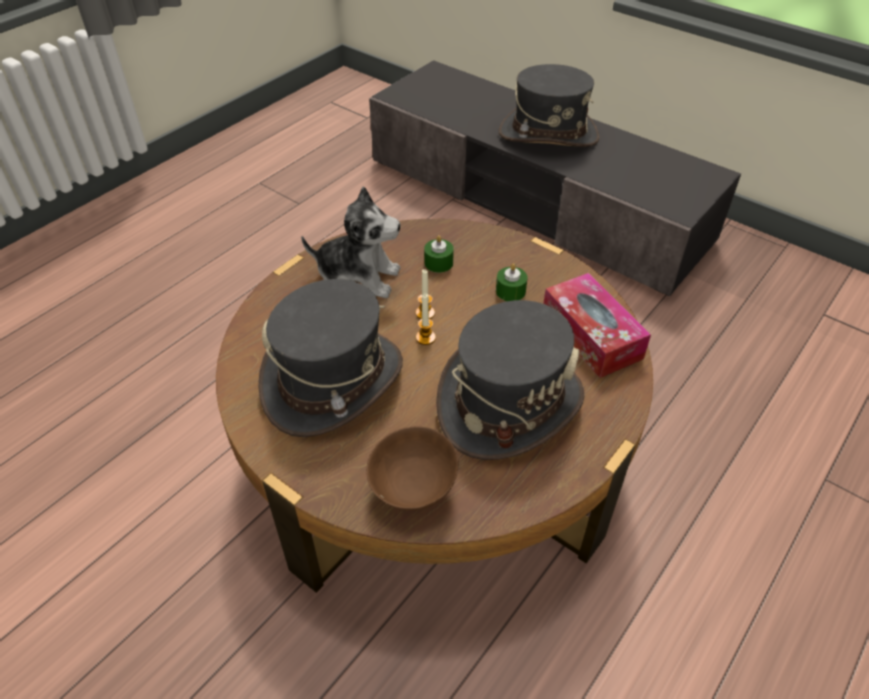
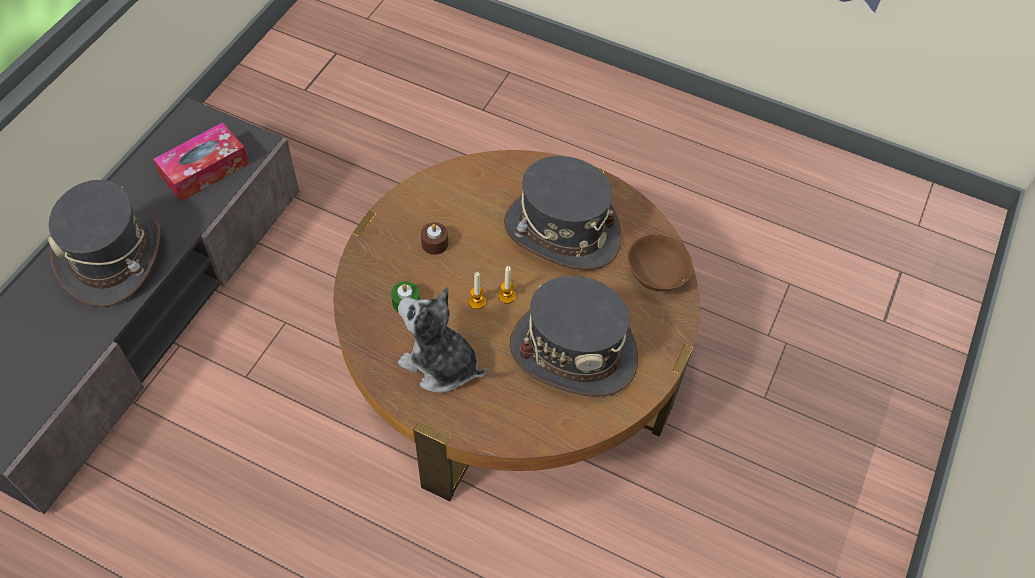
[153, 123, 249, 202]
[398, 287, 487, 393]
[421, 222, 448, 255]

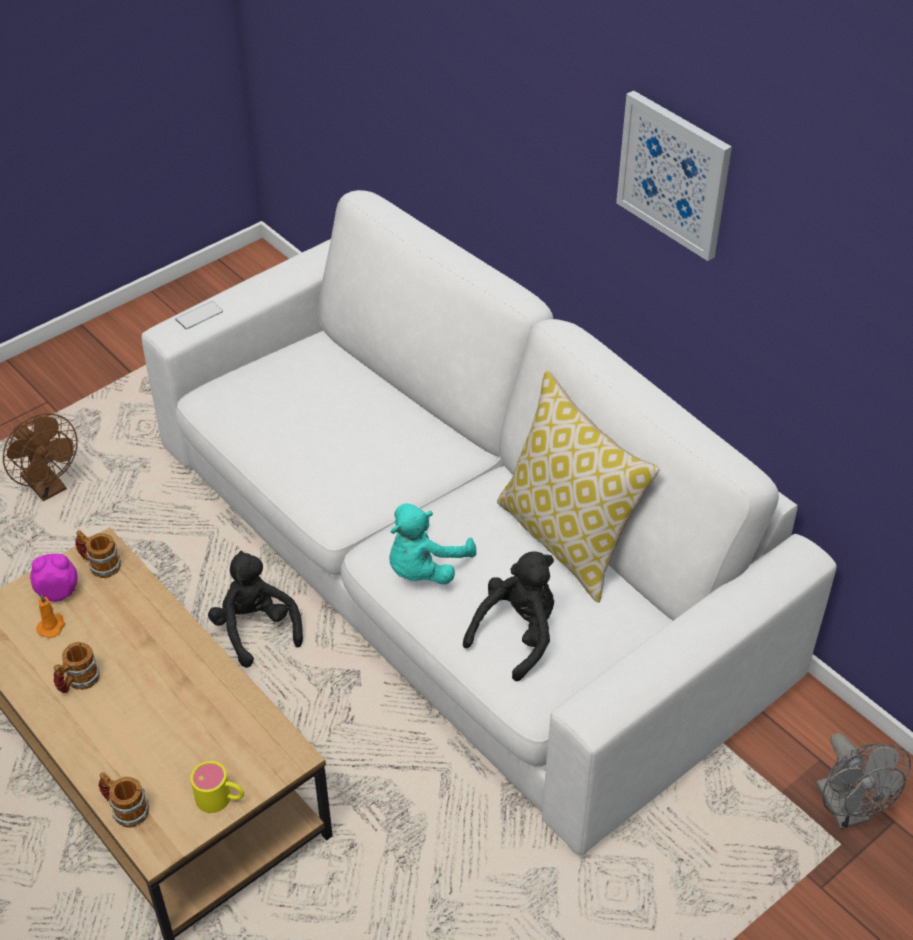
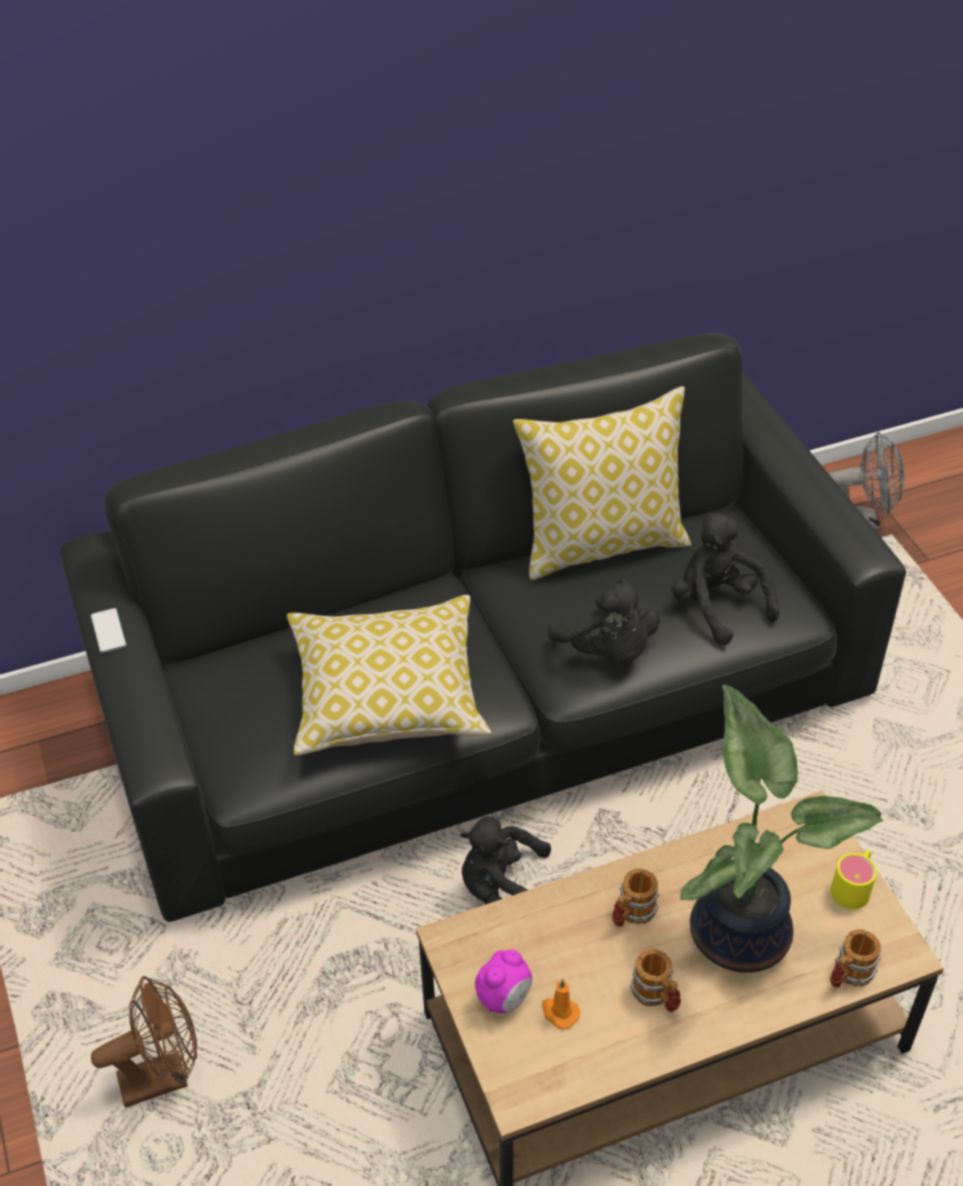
[60, 333, 906, 922]
[91, 608, 126, 653]
[287, 595, 491, 755]
[475, 950, 532, 1013]
[548, 578, 660, 663]
[612, 868, 659, 927]
[680, 685, 883, 973]
[616, 90, 732, 261] (first image)

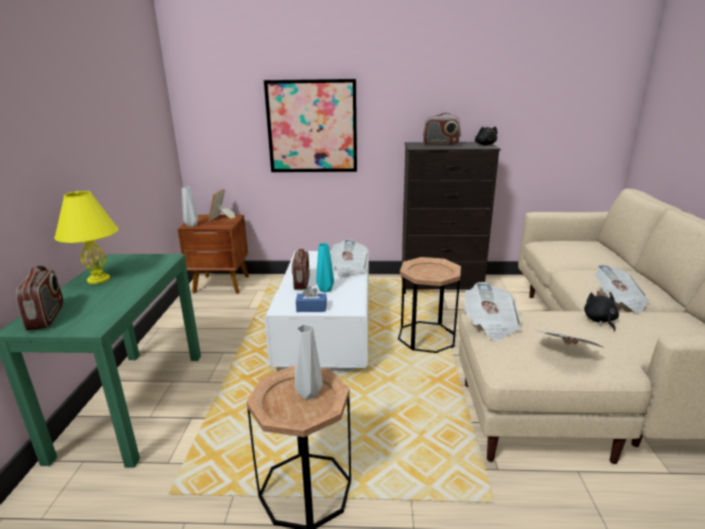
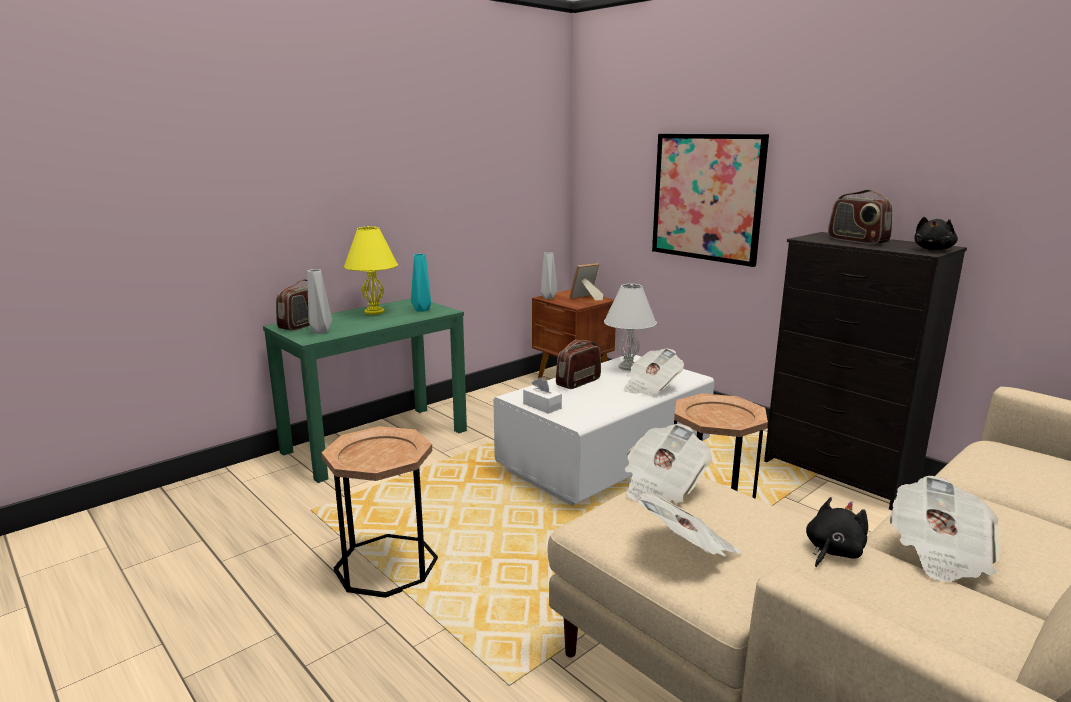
[307, 269, 332, 334]
[411, 254, 431, 312]
[523, 377, 562, 414]
[604, 284, 657, 370]

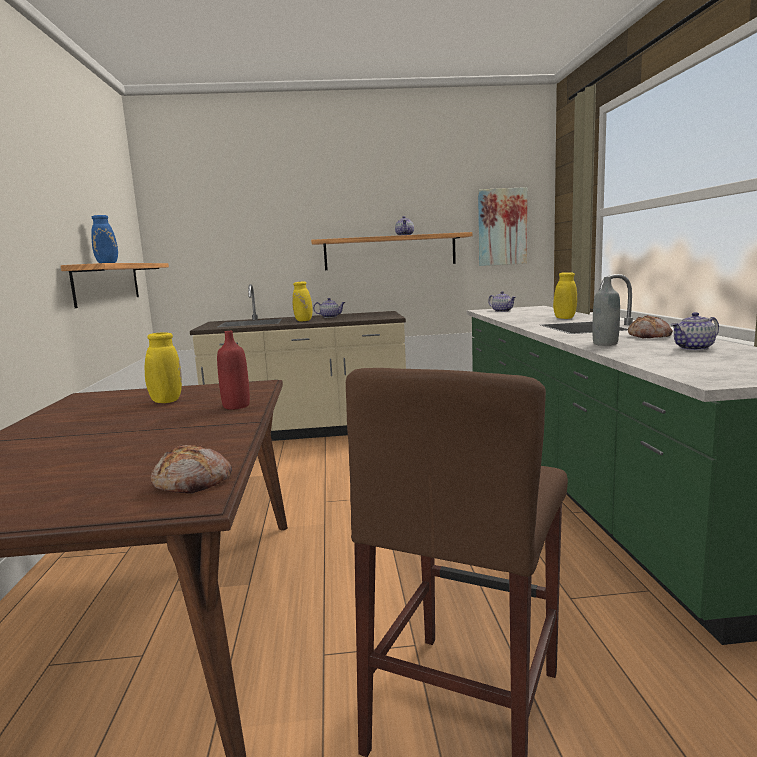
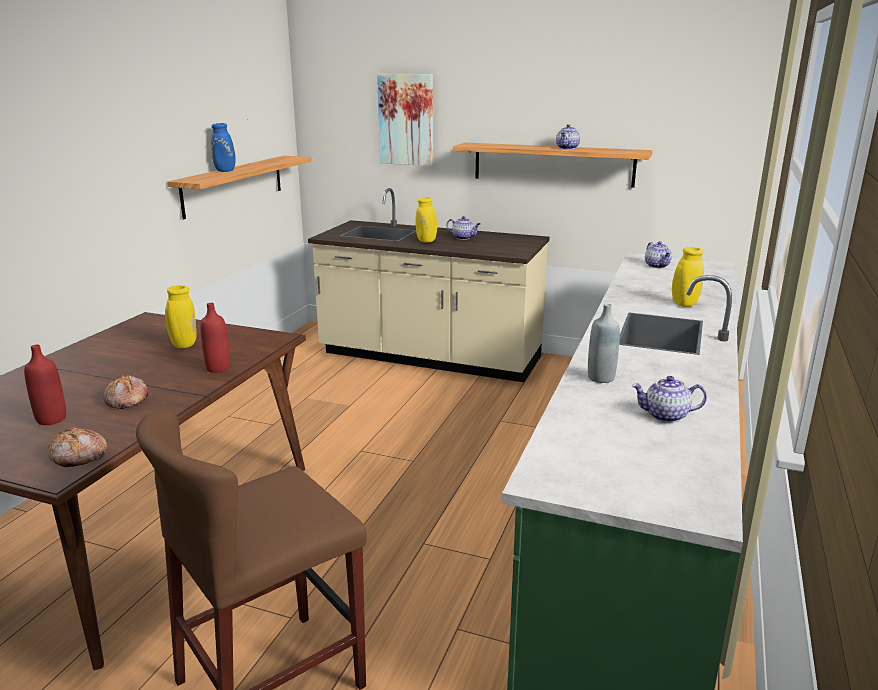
[24, 345, 66, 425]
[103, 374, 148, 409]
[377, 74, 433, 166]

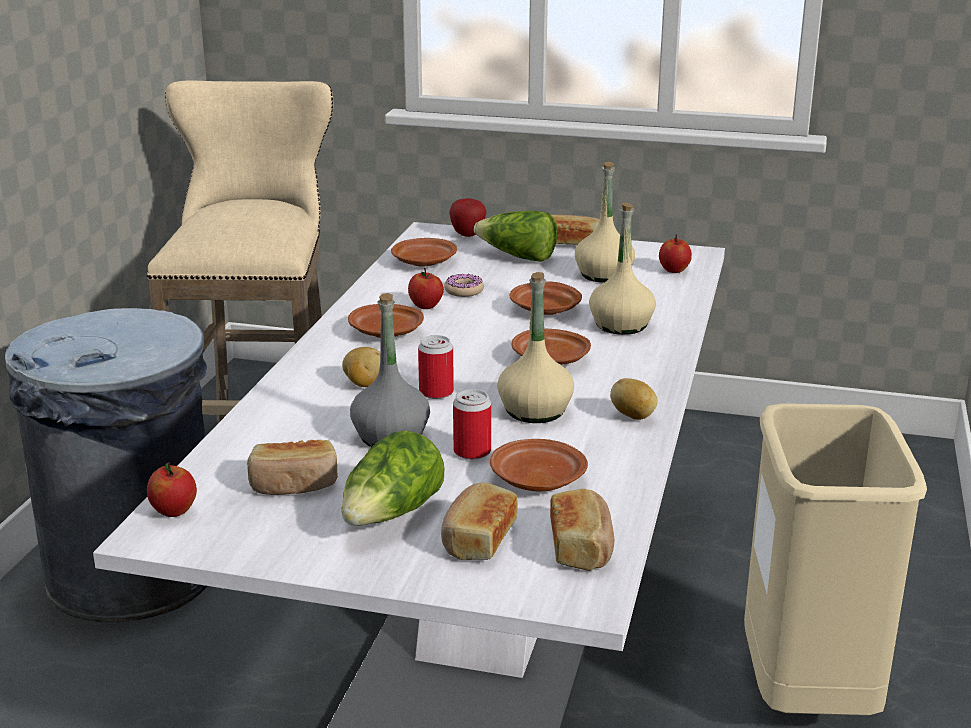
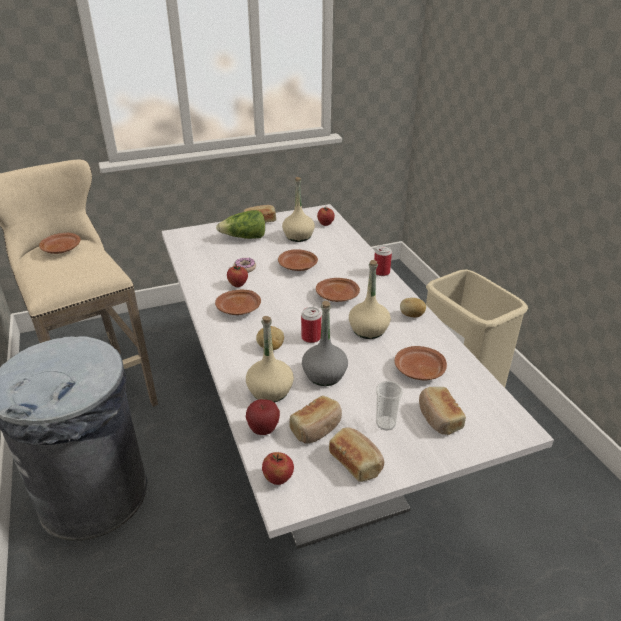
[39, 233, 81, 254]
[246, 316, 294, 403]
[246, 399, 280, 435]
[329, 428, 384, 482]
[374, 245, 392, 276]
[376, 381, 403, 430]

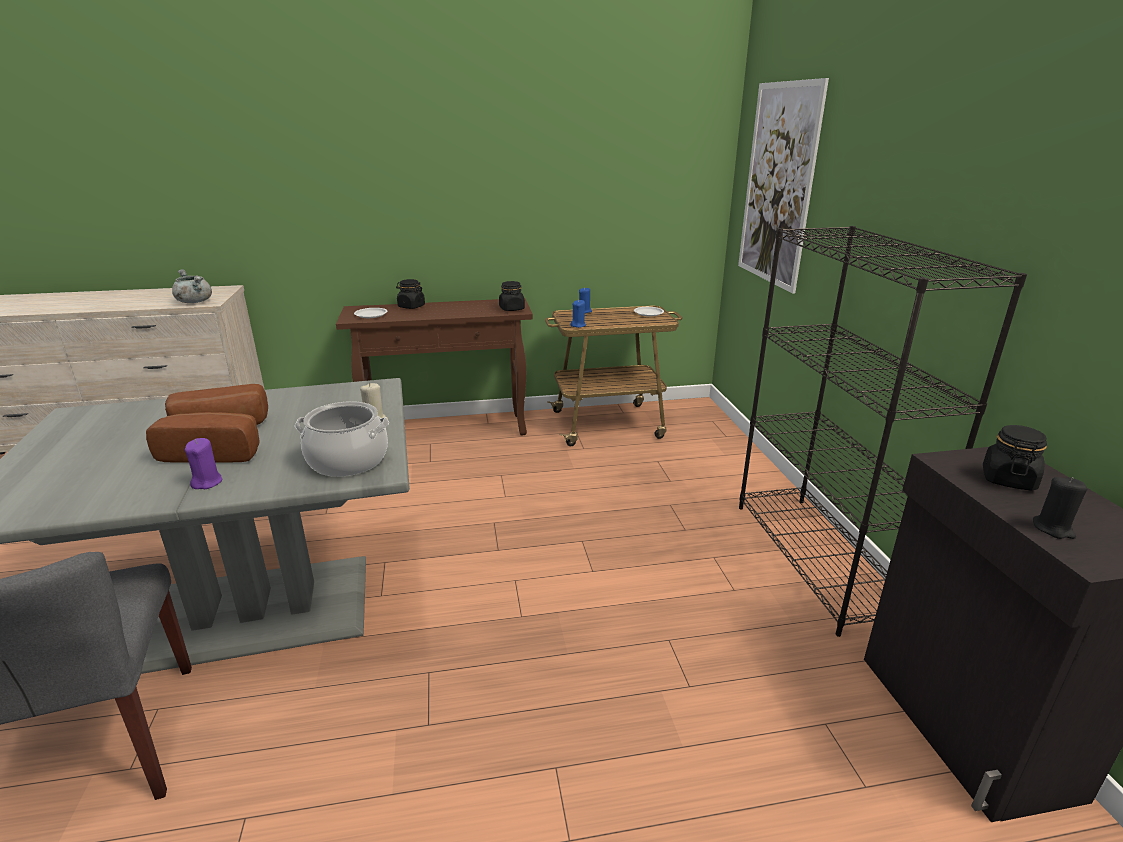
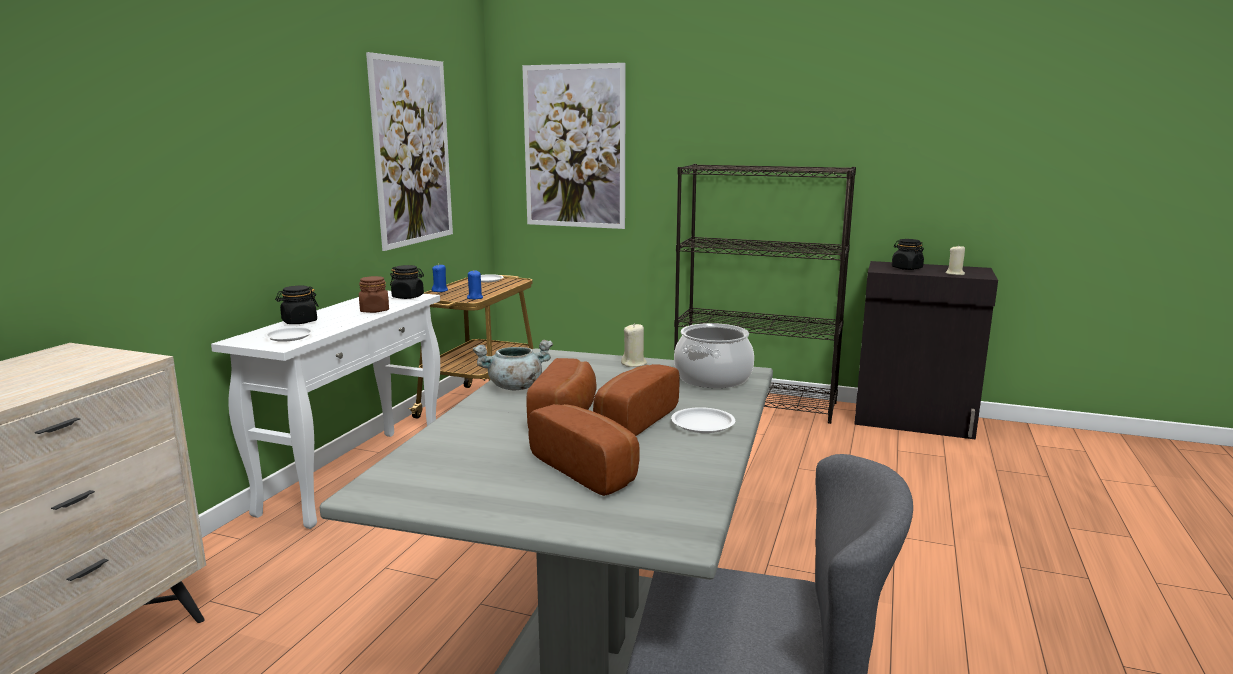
[211, 291, 440, 529]
[359, 276, 389, 313]
[366, 52, 453, 251]
[473, 340, 553, 390]
[528, 404, 640, 496]
[671, 407, 735, 433]
[946, 245, 965, 275]

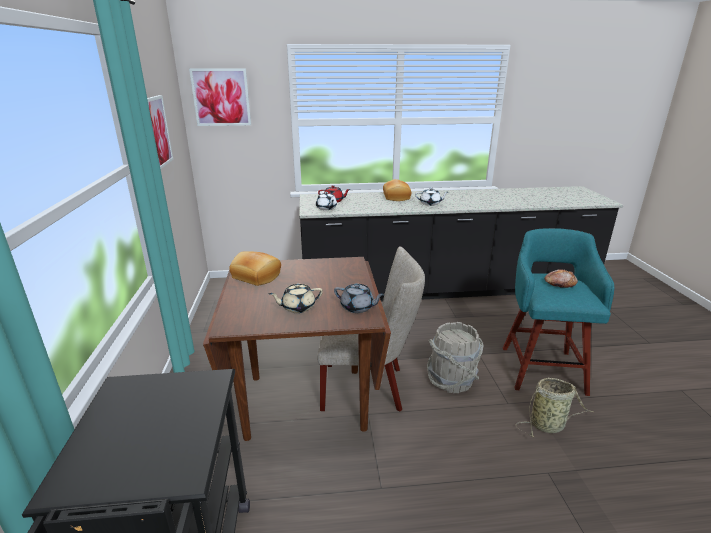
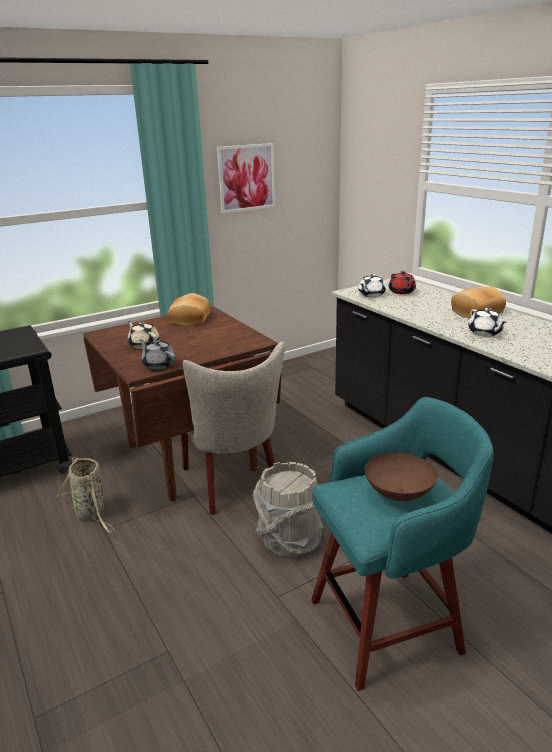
[57, 457, 115, 532]
[139, 339, 176, 370]
[365, 452, 437, 501]
[189, 68, 251, 126] (first image)

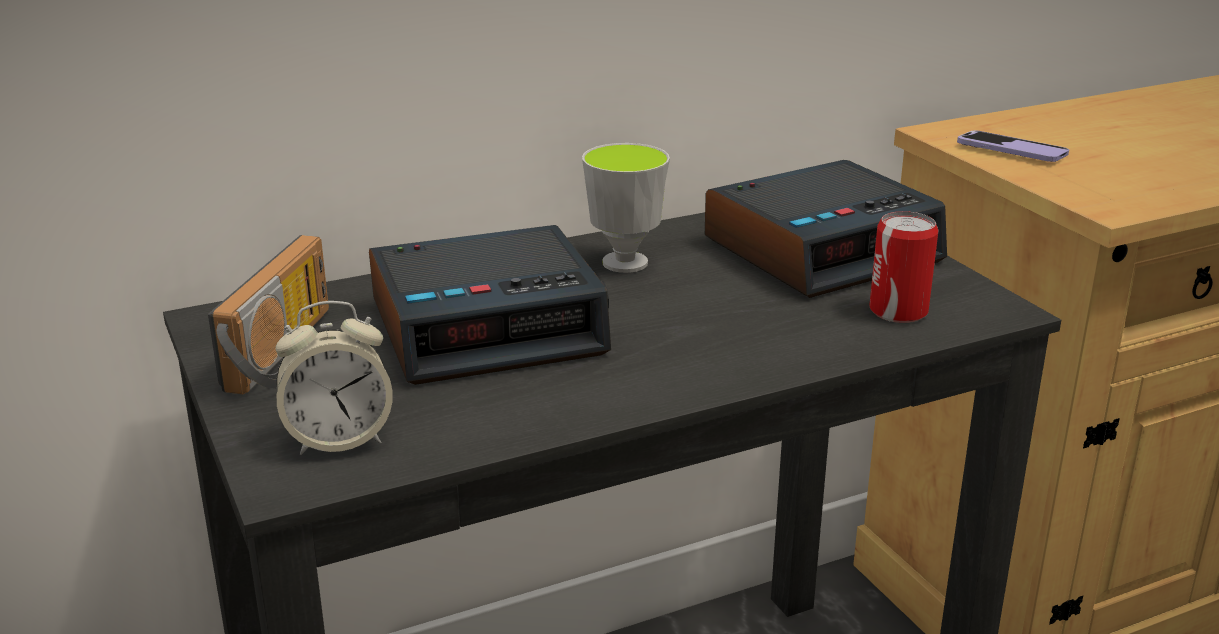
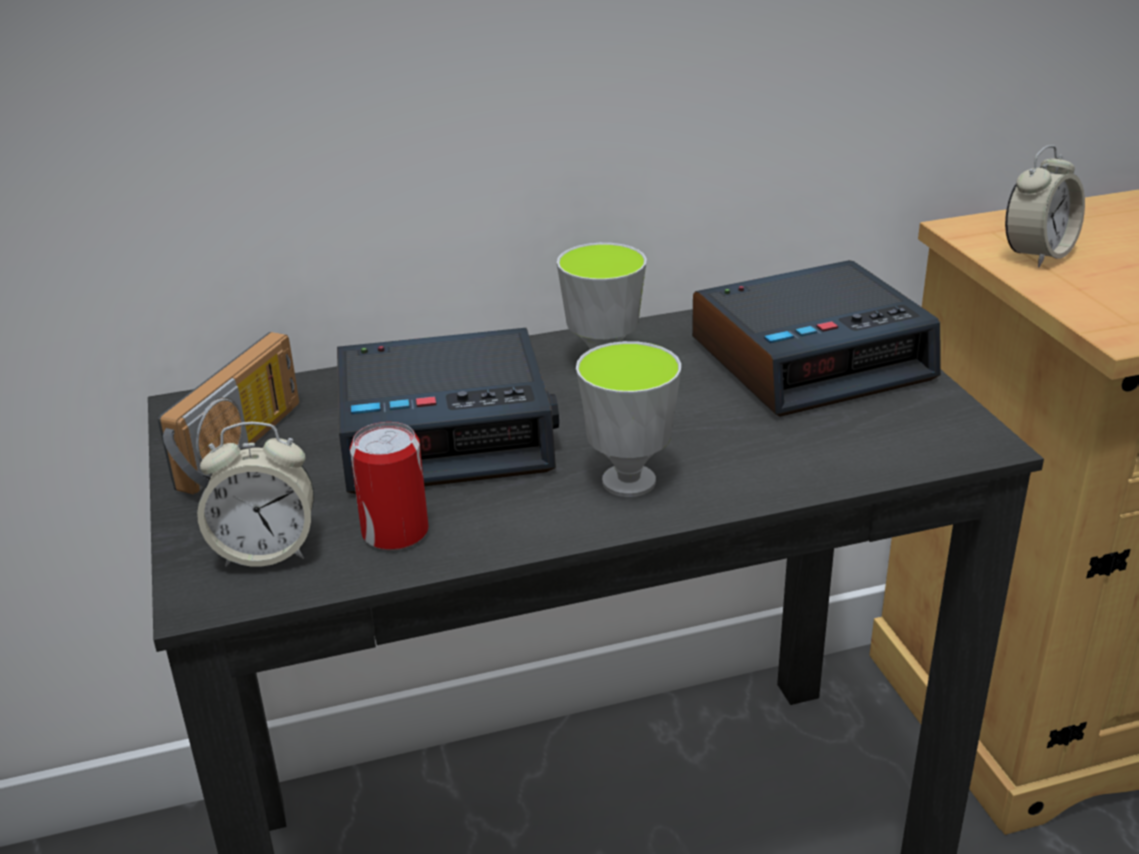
[350, 422, 429, 550]
[576, 341, 681, 497]
[1005, 145, 1085, 267]

